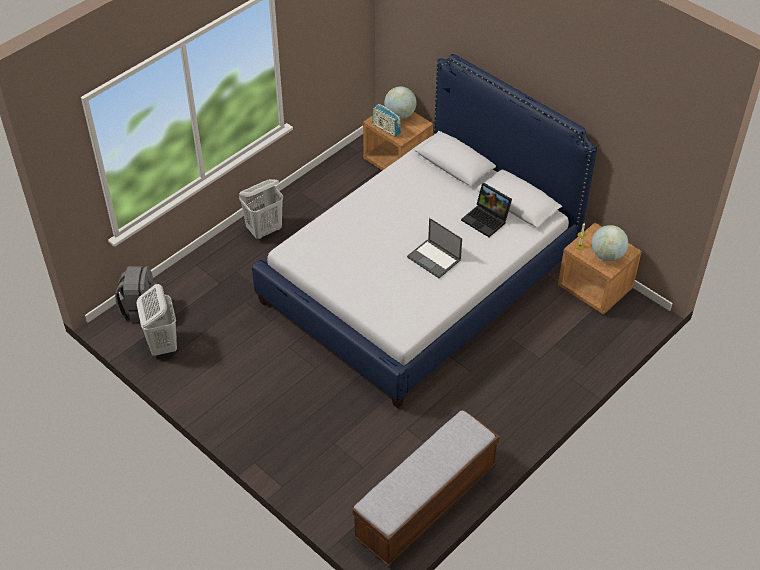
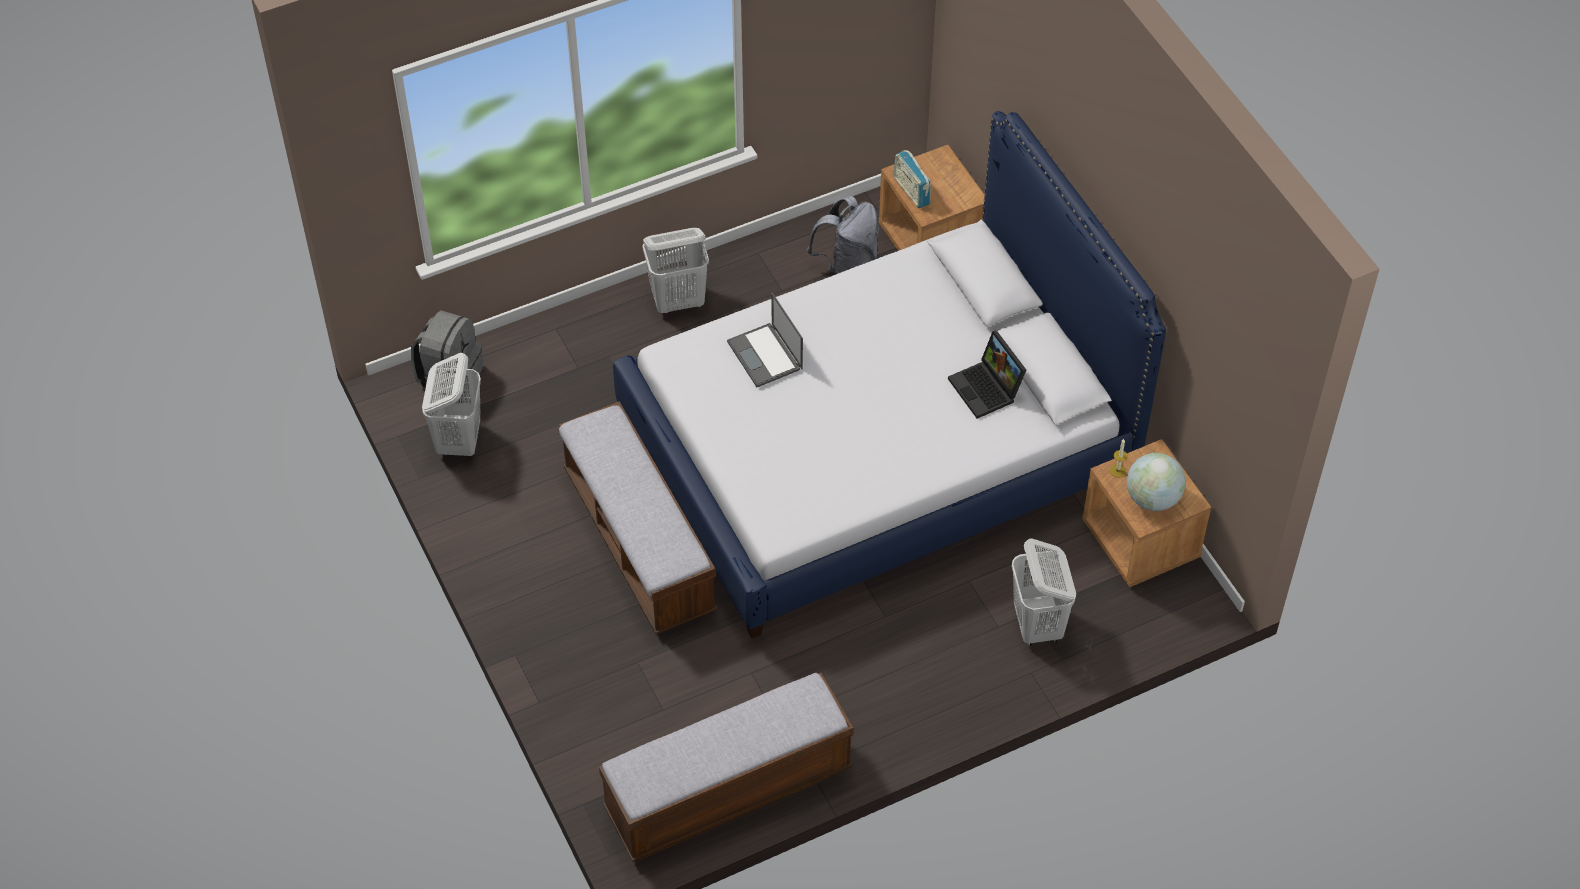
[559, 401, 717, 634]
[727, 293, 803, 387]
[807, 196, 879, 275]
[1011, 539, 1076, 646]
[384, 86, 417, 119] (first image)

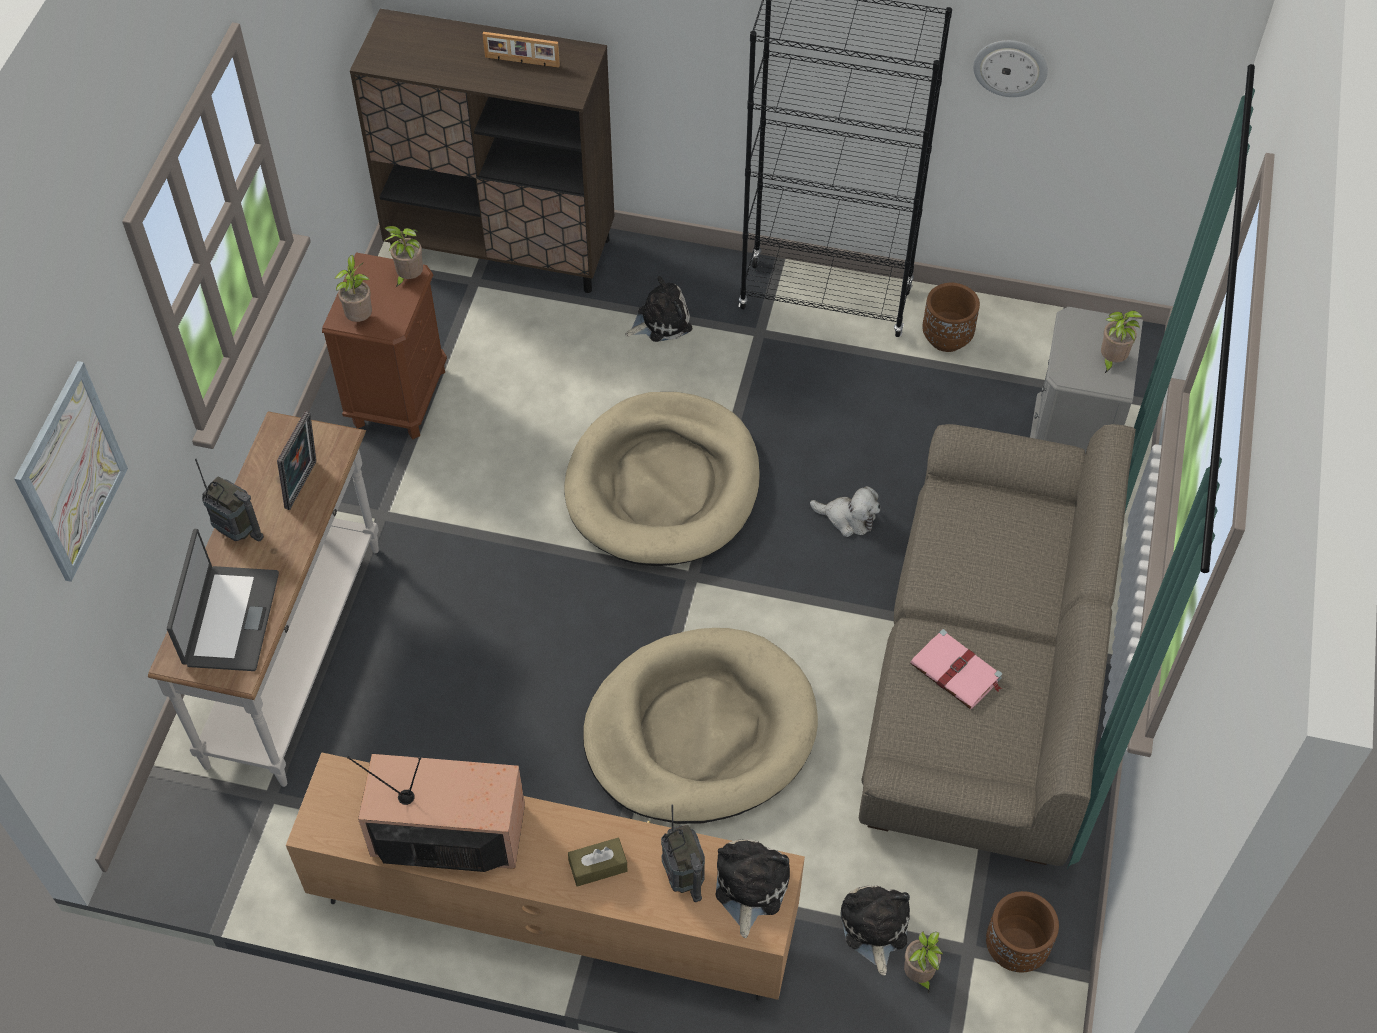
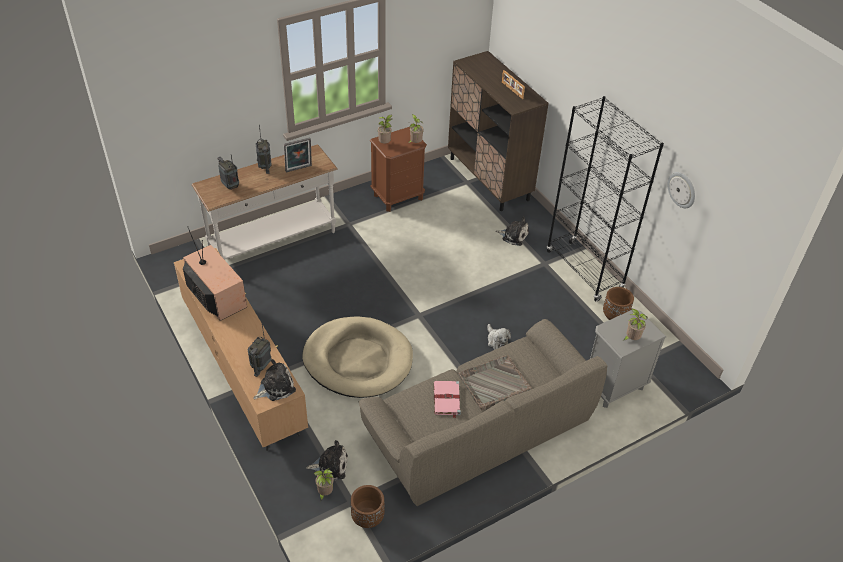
[217, 155, 239, 190]
[306, 440, 348, 481]
[459, 355, 532, 411]
[14, 361, 128, 582] (first image)
[564, 392, 760, 566] (first image)
[568, 837, 628, 887] (first image)

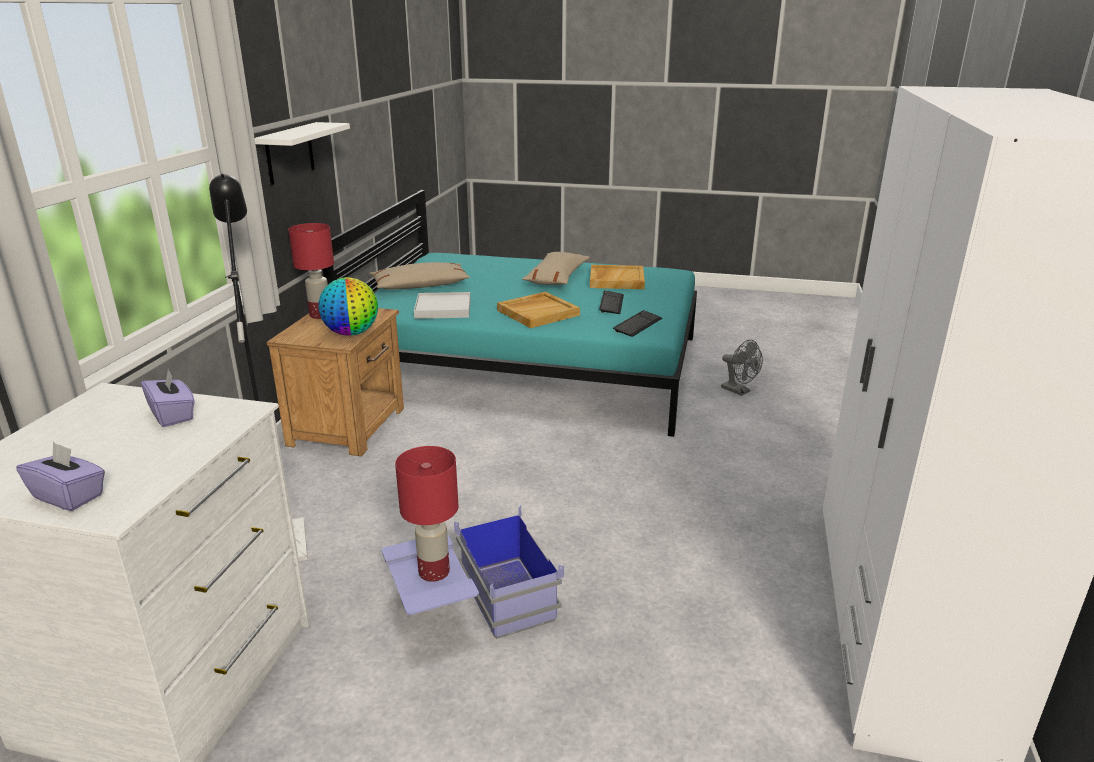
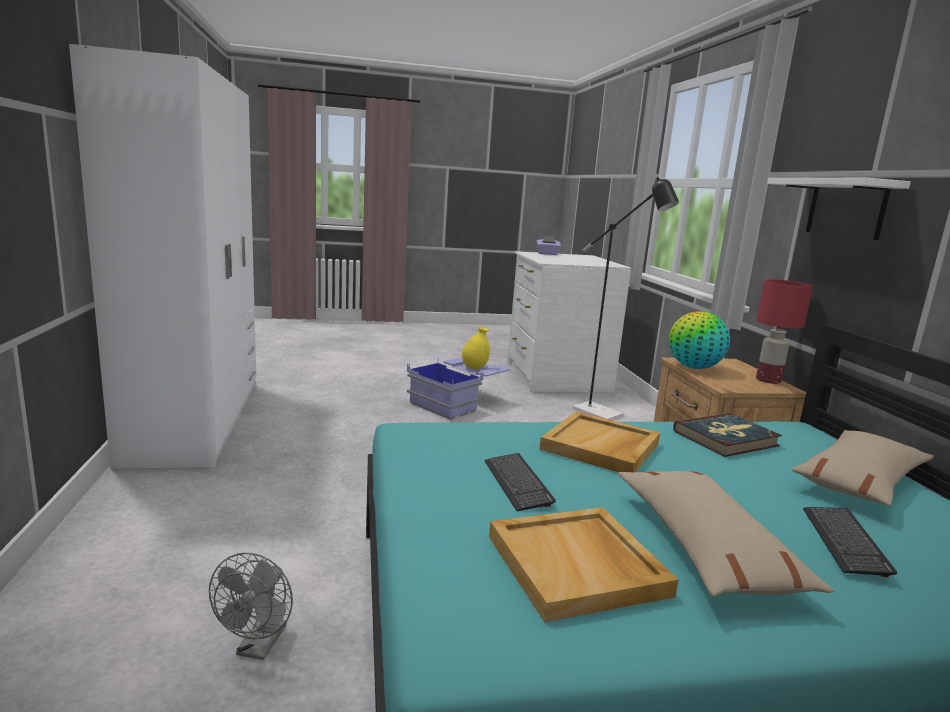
[209, 553, 293, 660]
[462, 326, 489, 369]
[673, 413, 782, 457]
[803, 507, 897, 578]
[141, 370, 195, 427] (first image)

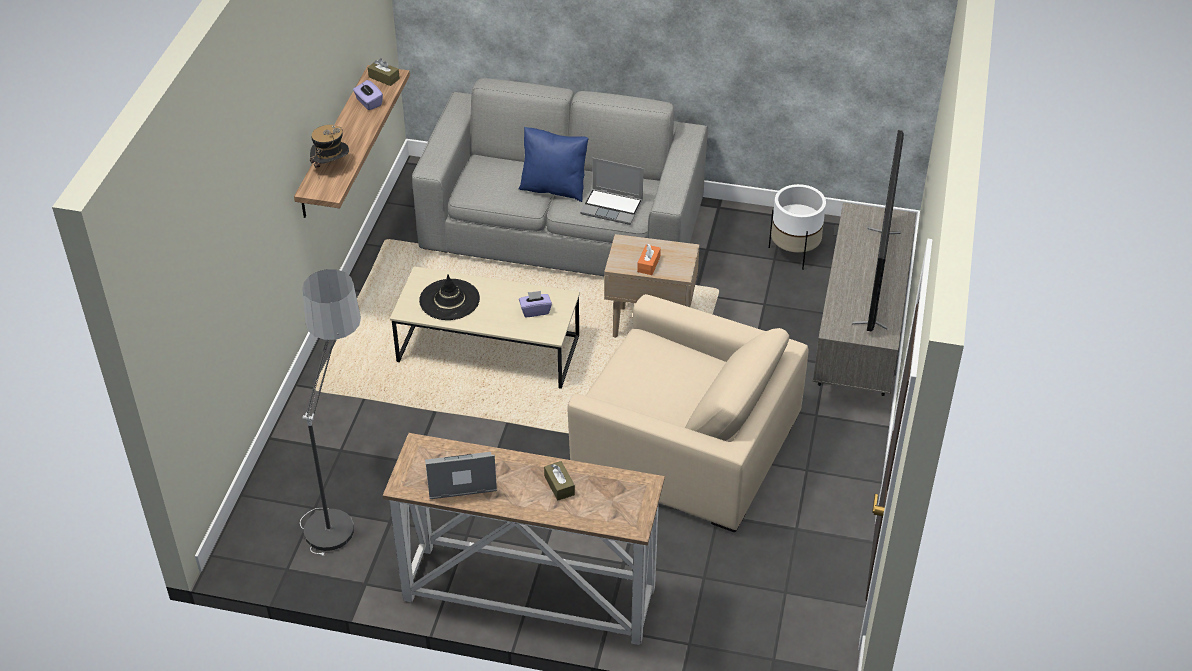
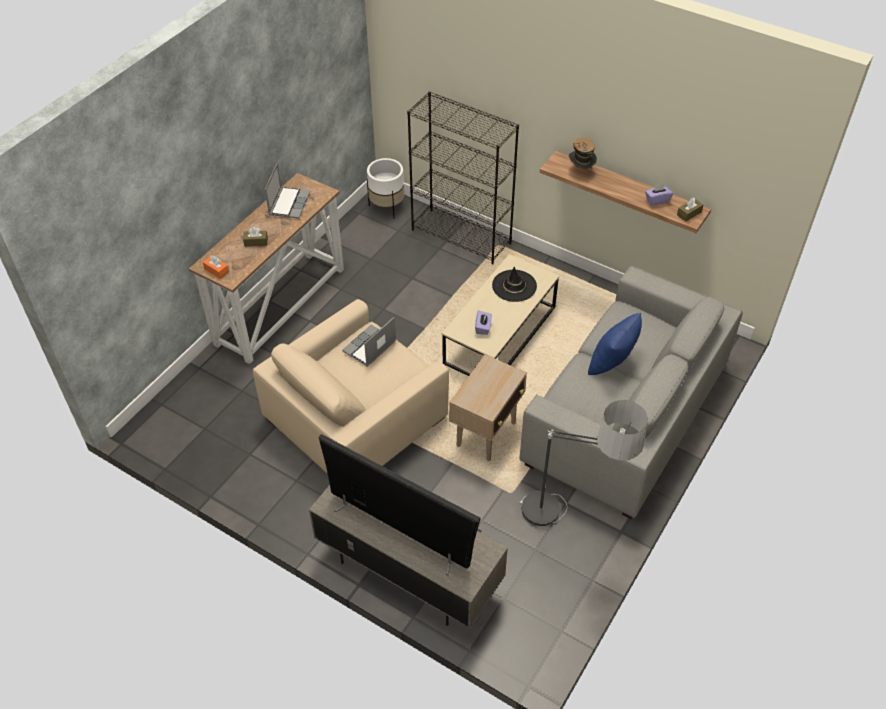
[203, 255, 229, 279]
[342, 317, 396, 367]
[367, 158, 404, 218]
[407, 91, 519, 265]
[519, 400, 648, 526]

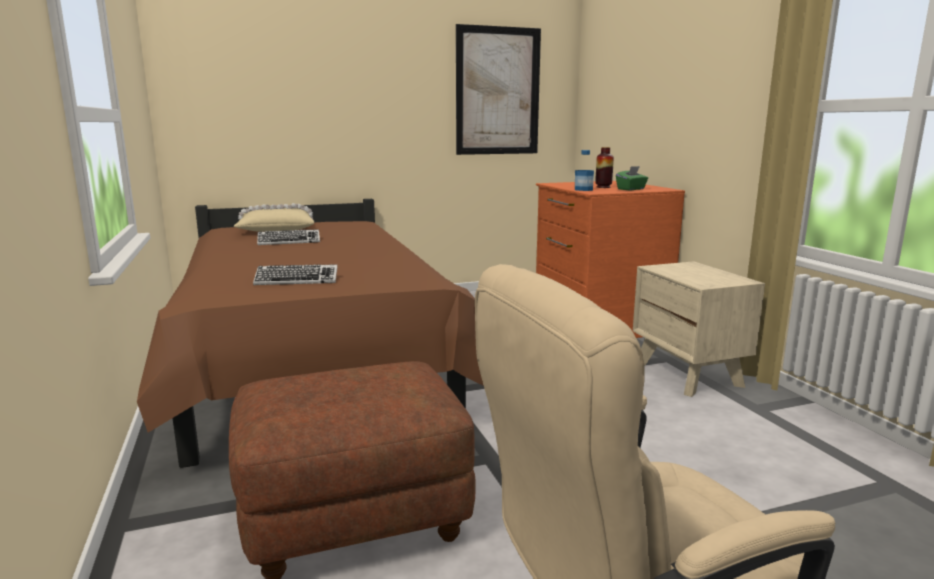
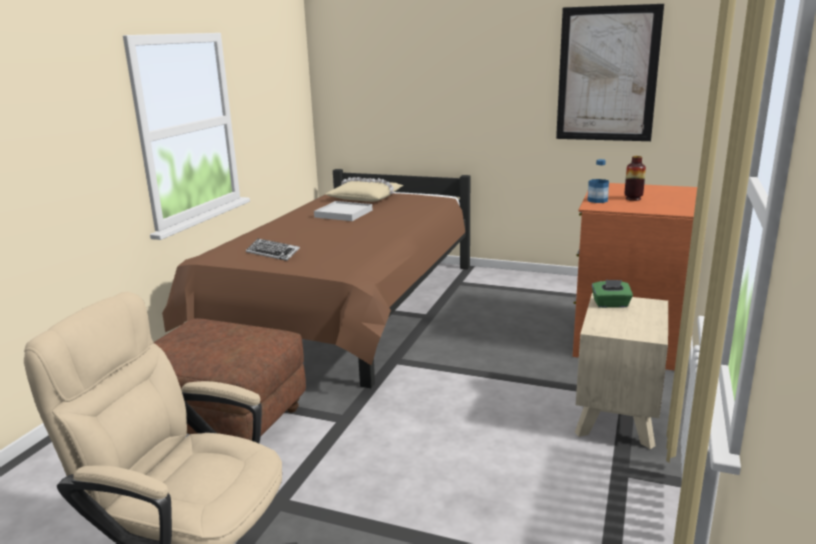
[314, 201, 372, 221]
[592, 280, 633, 308]

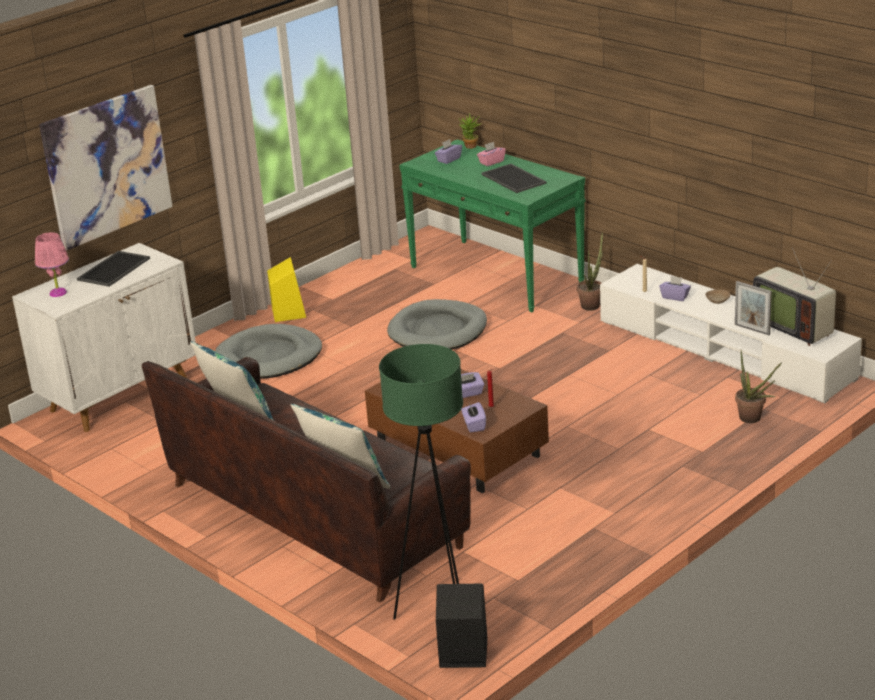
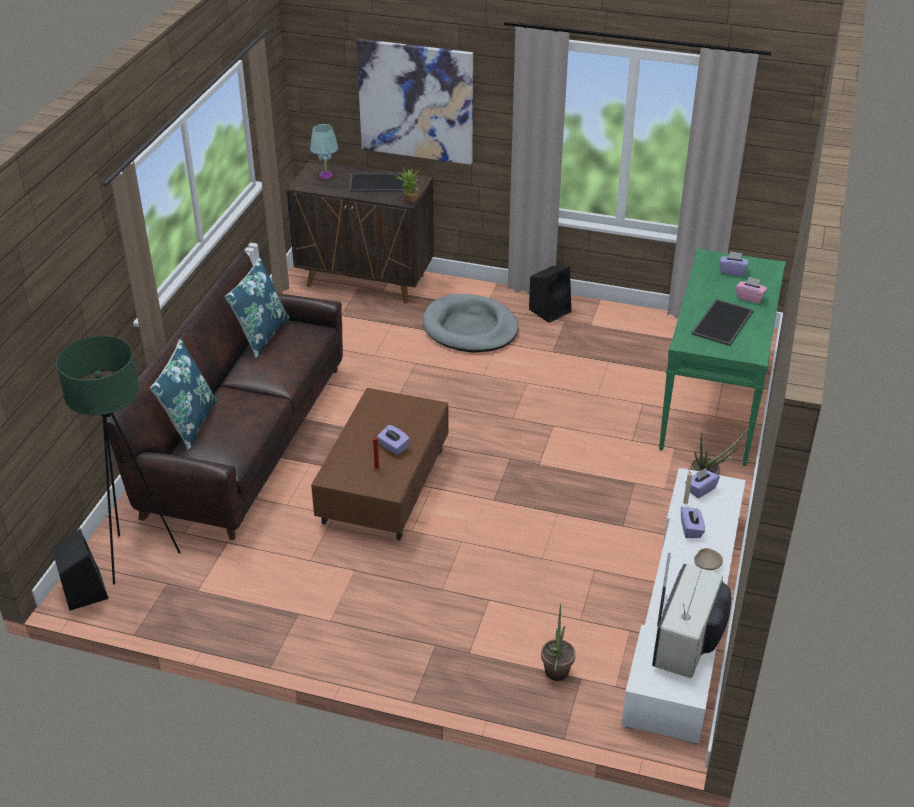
[286, 160, 434, 304]
[310, 124, 338, 179]
[395, 168, 419, 202]
[529, 266, 571, 323]
[685, 468, 720, 498]
[387, 299, 487, 350] (first image)

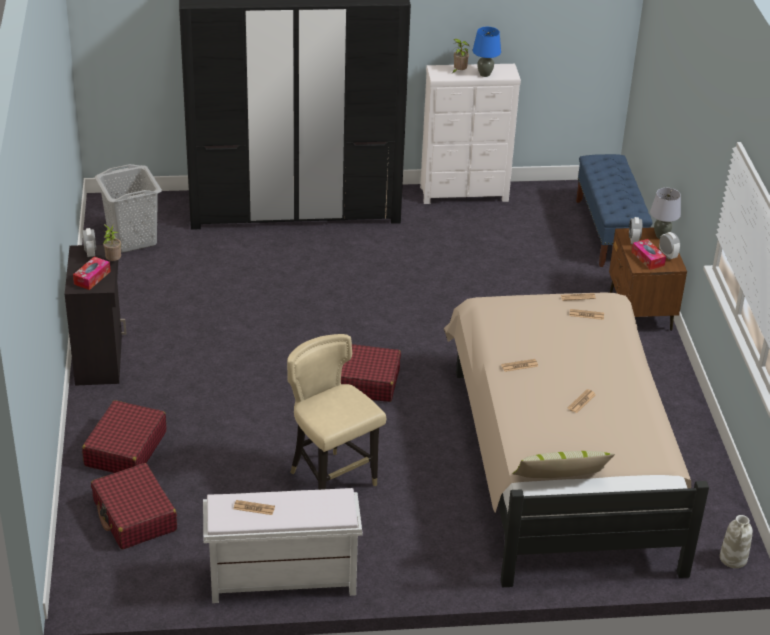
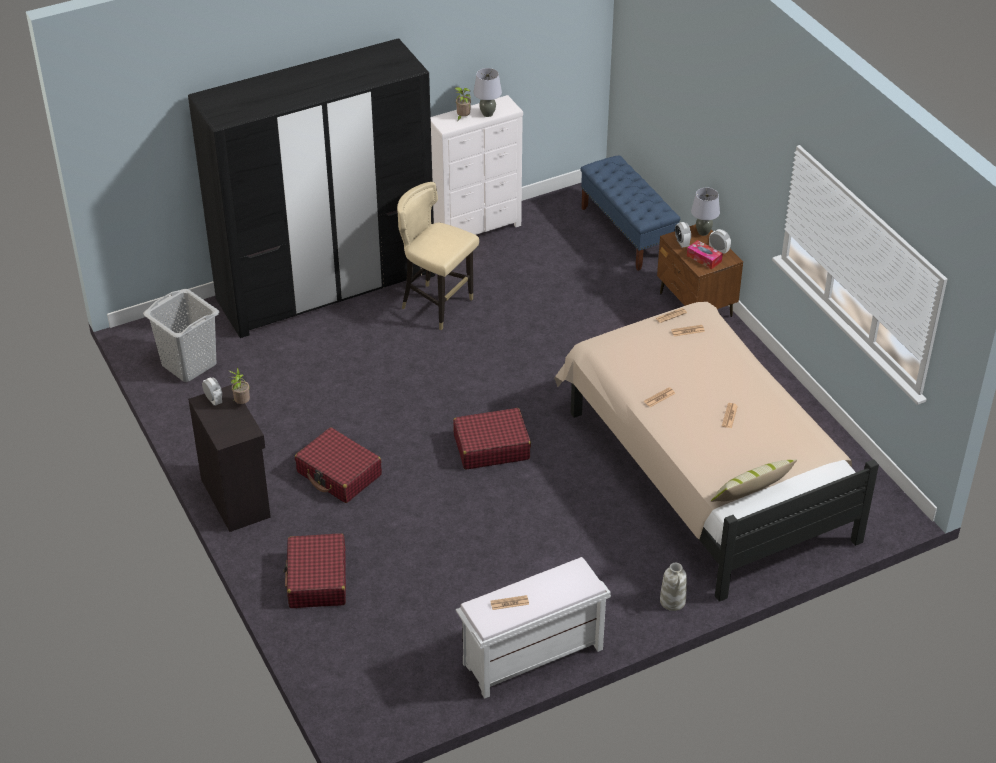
[295, 427, 382, 503]
[397, 182, 479, 330]
[474, 68, 502, 117]
[660, 563, 687, 611]
[73, 256, 111, 290] (first image)

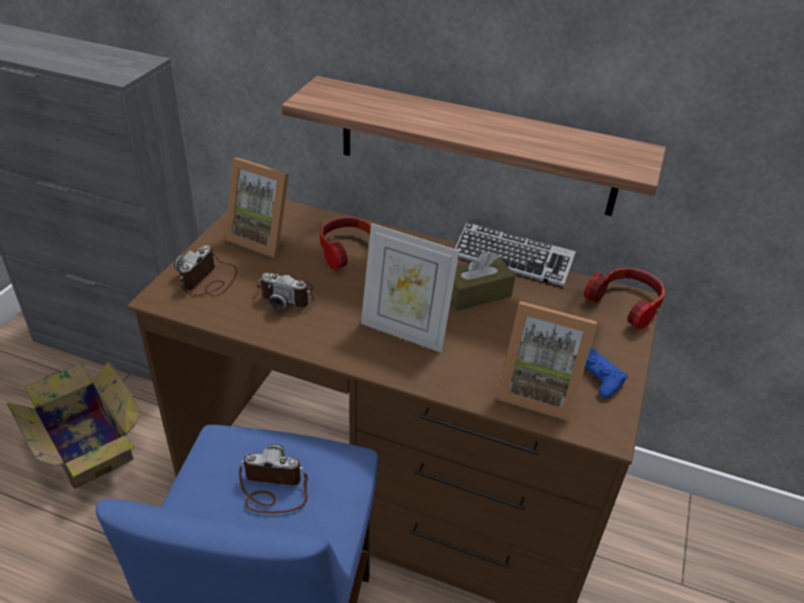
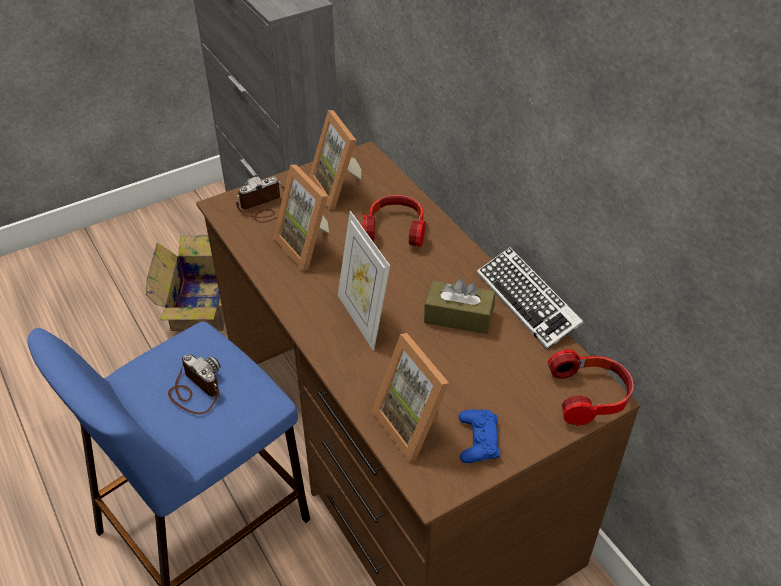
[273, 165, 329, 271]
[282, 76, 666, 216] (first image)

